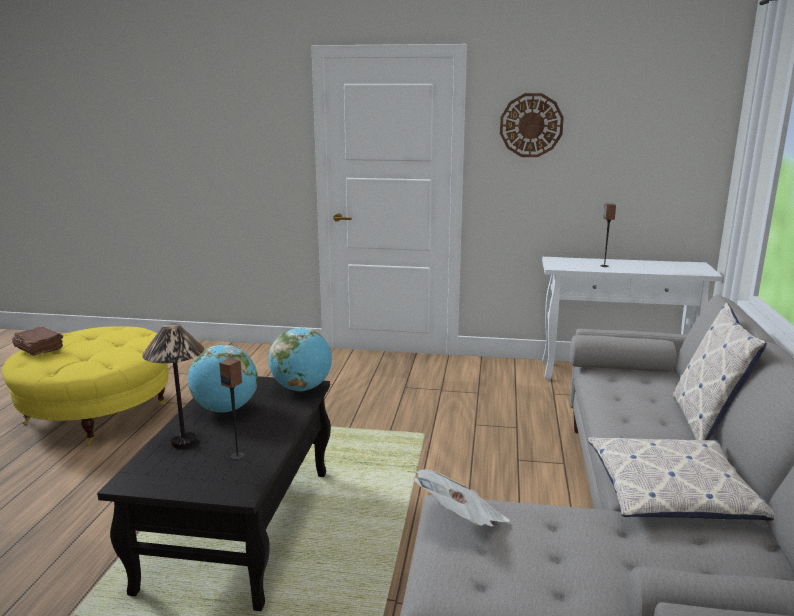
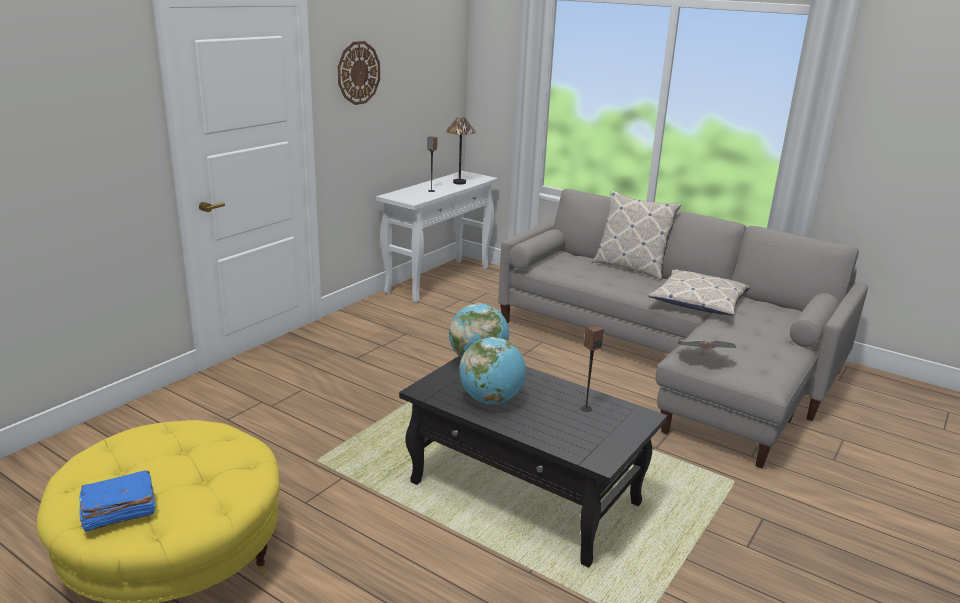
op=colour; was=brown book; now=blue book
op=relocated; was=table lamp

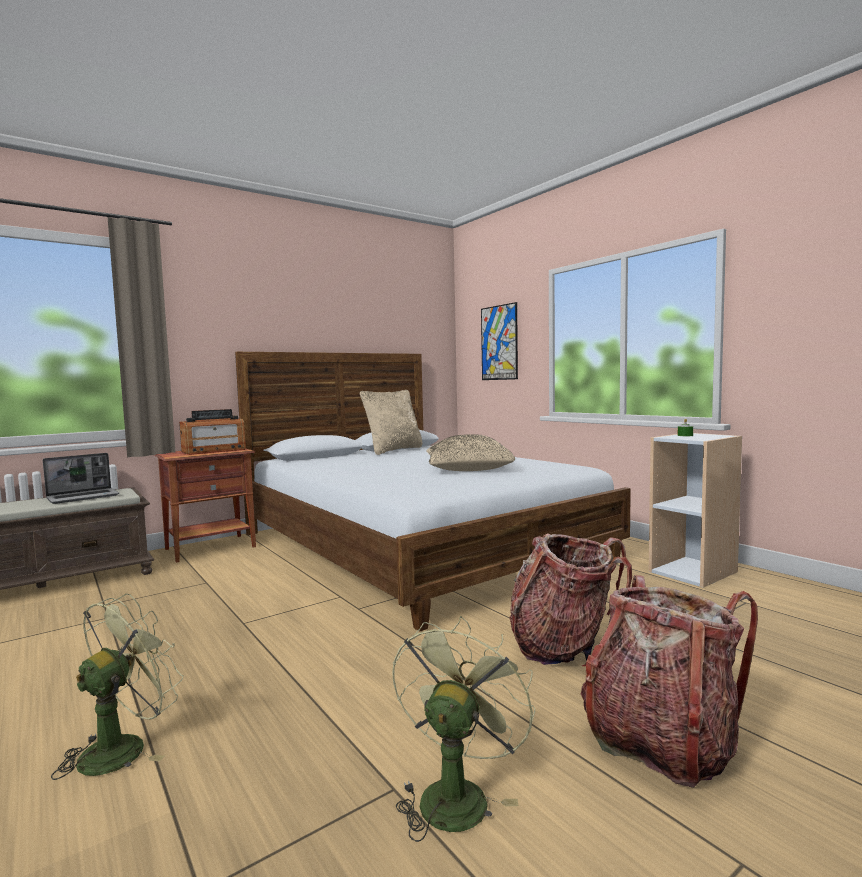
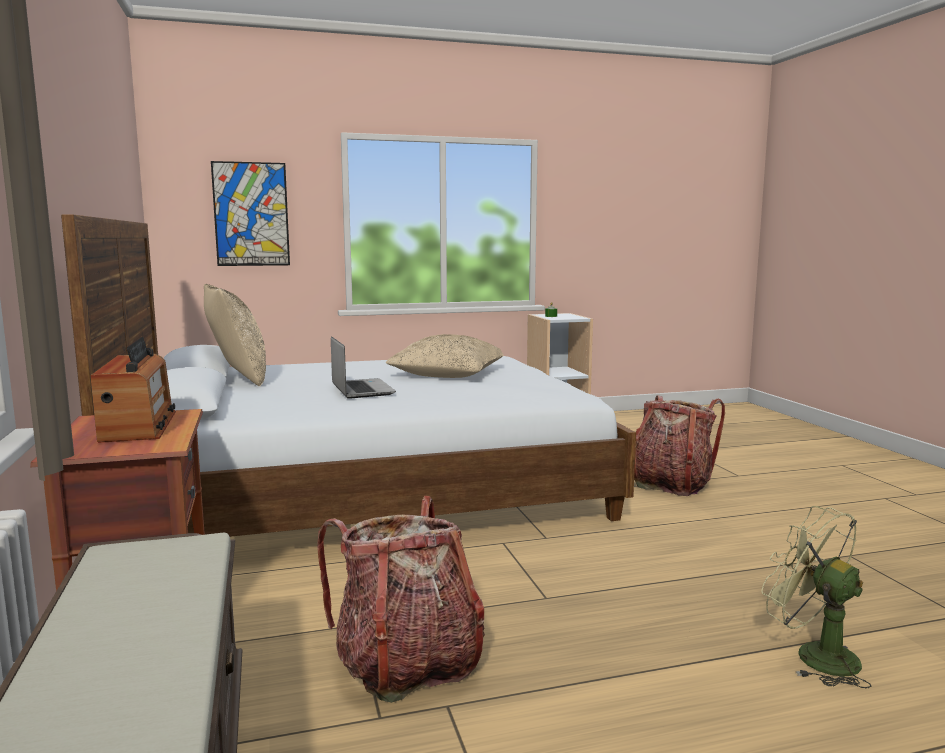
op=relocated; was=laptop
op=missing; was=green fan (no. 2 from left)
op=relocated; was=backpack (no. 2 from left in the first image); now=backpack (no. 1 from left)

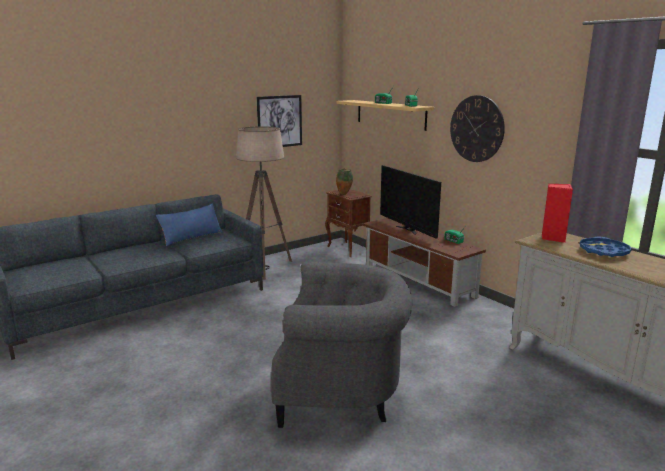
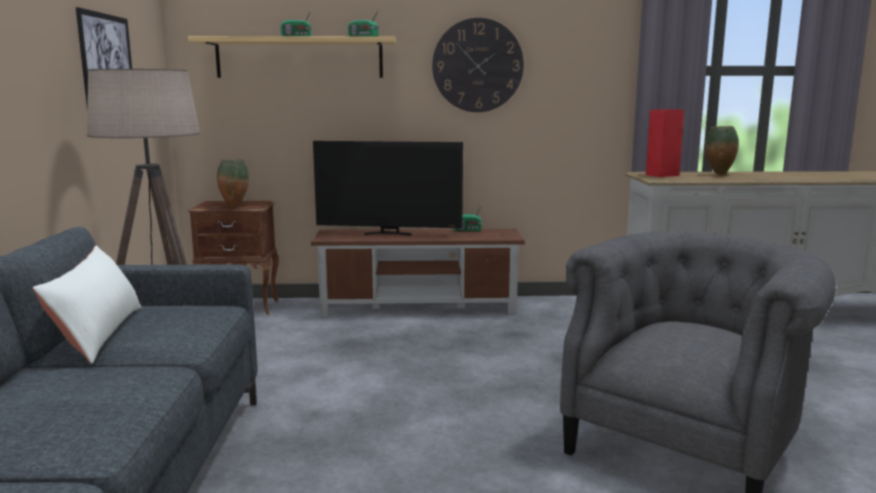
op=colour; was=blue pillow; now=white pillow
op=exchanged; was=blue tray; now=vase (no. 2 from left)

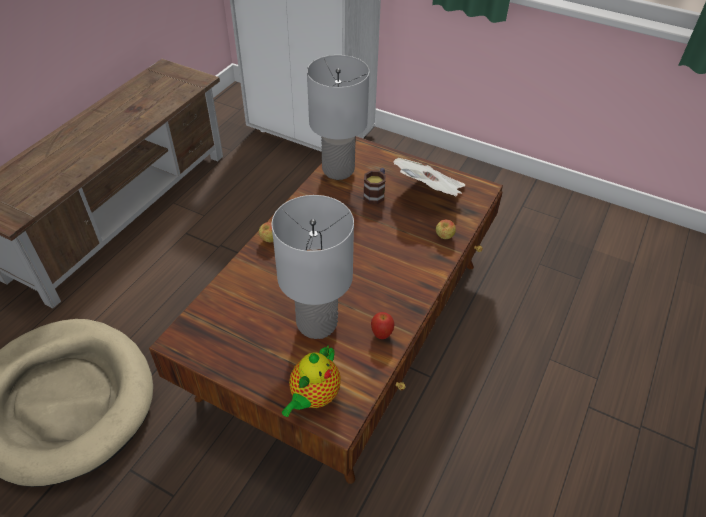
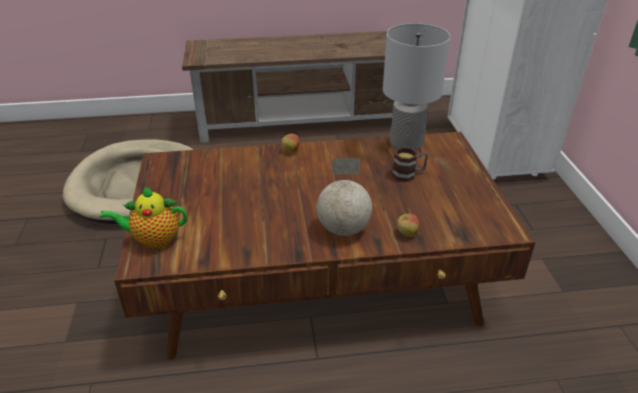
op=missing; was=grey table lamp (no. 1 from left)
op=missing; was=apple (no. 2 from left)
op=missing; was=newspaper
op=appeared; now=globe

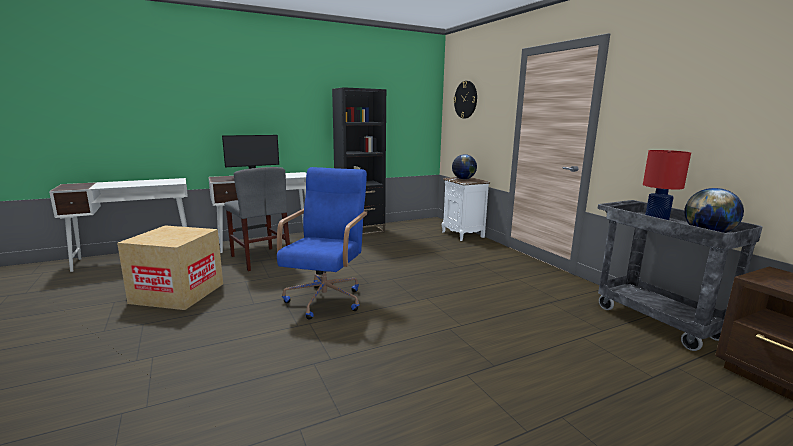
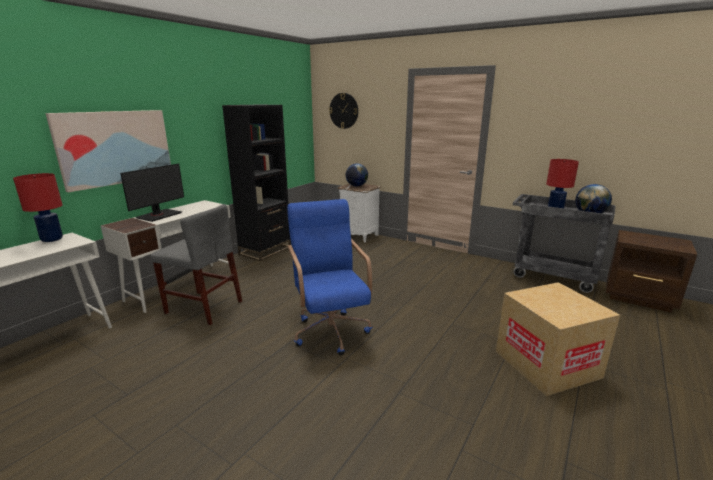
op=relocated; was=cardboard box
op=appeared; now=red table lamp (no. 1 from left)
op=appeared; now=picture

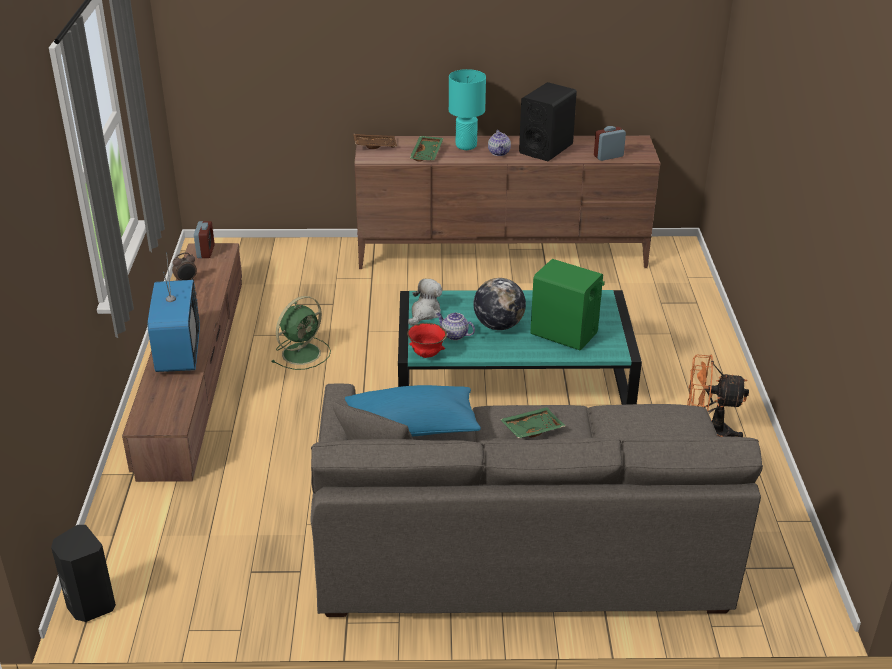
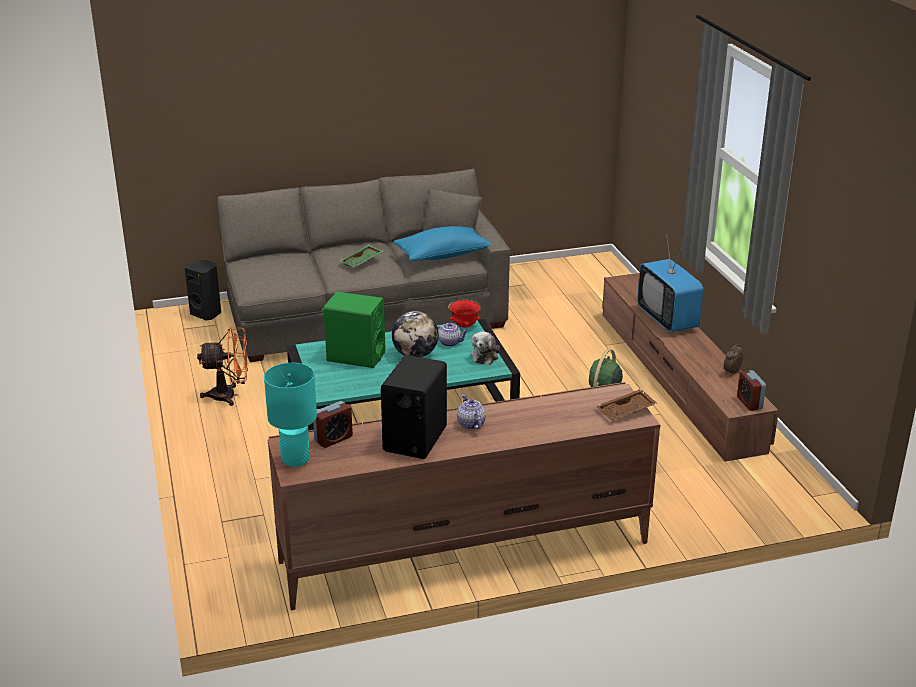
op=relocated; was=black speaker (no. 1 from left)
op=missing; was=green tray (no. 1 from left)
op=relocated; was=turquoise table lamp

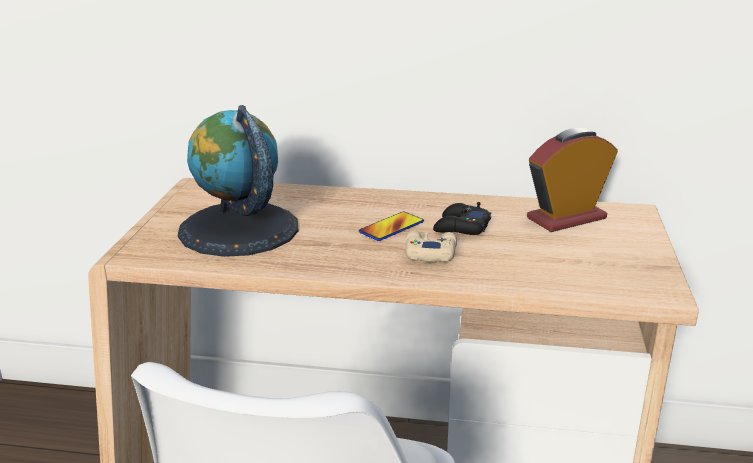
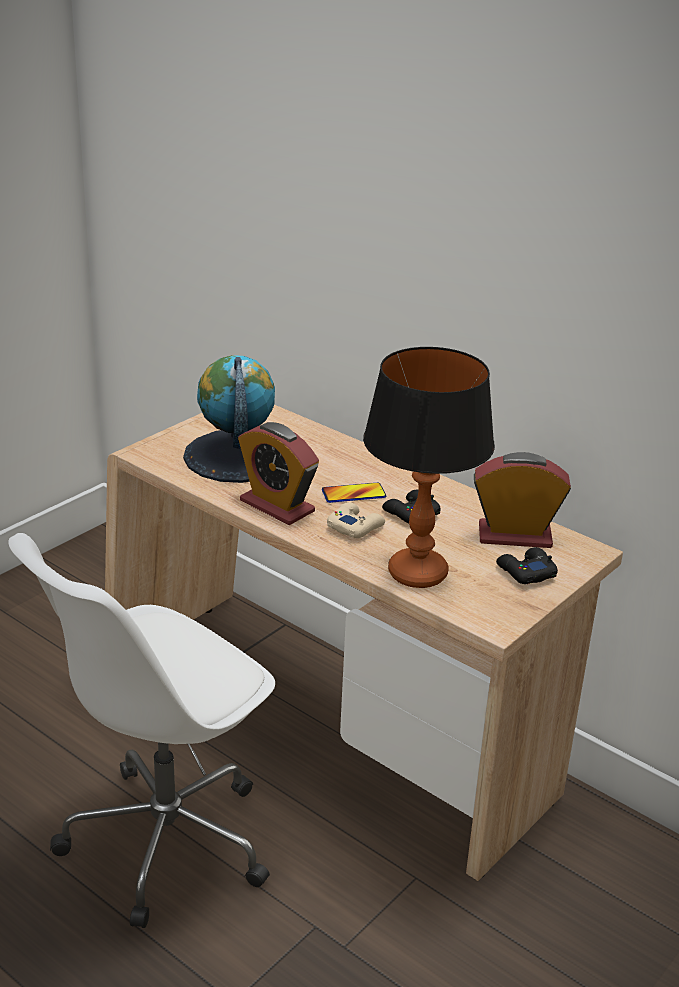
op=appeared; now=alarm clock (no. 1 from left)
op=appeared; now=table lamp
op=appeared; now=black game controller (no. 2 from left)

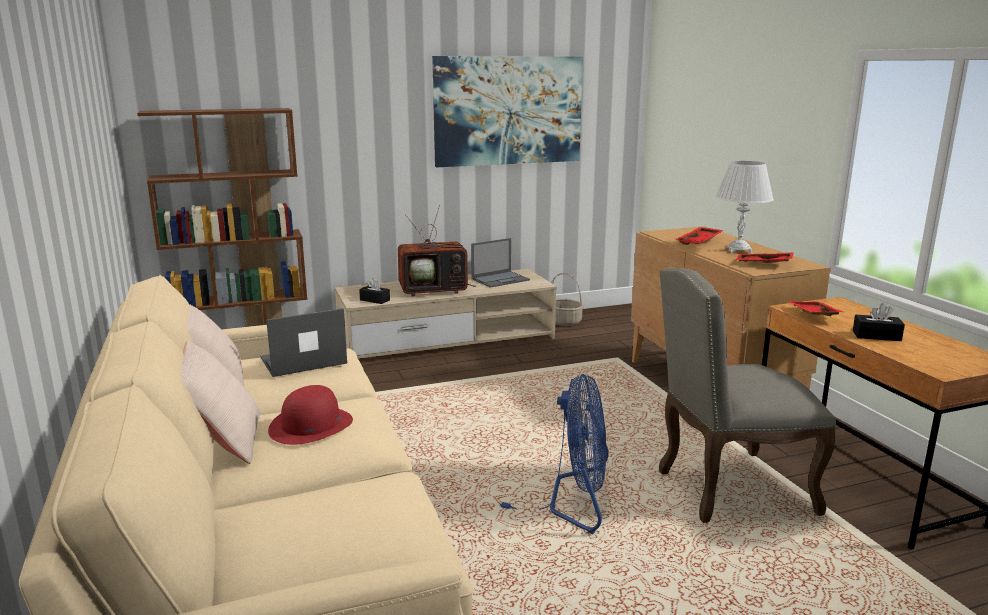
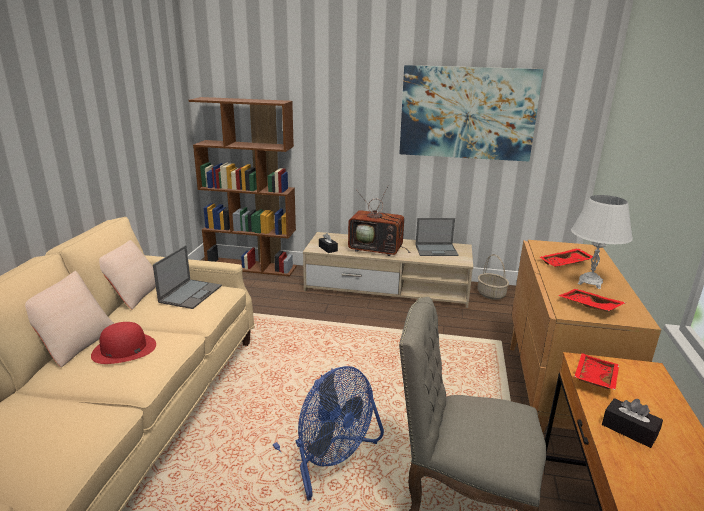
op=spun; was=laptop (no. 1 from left); clockwise=105

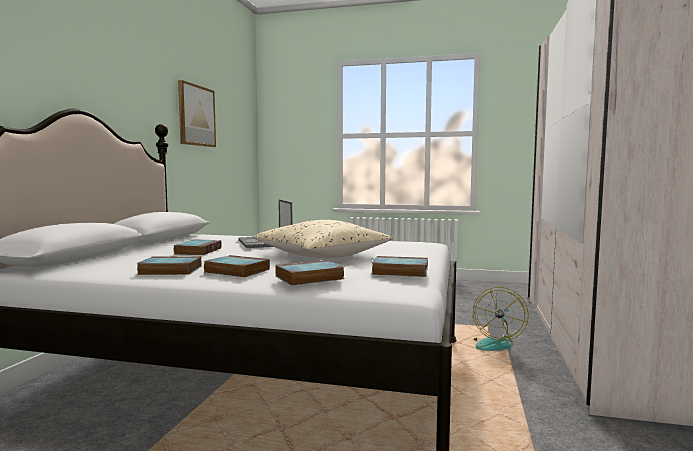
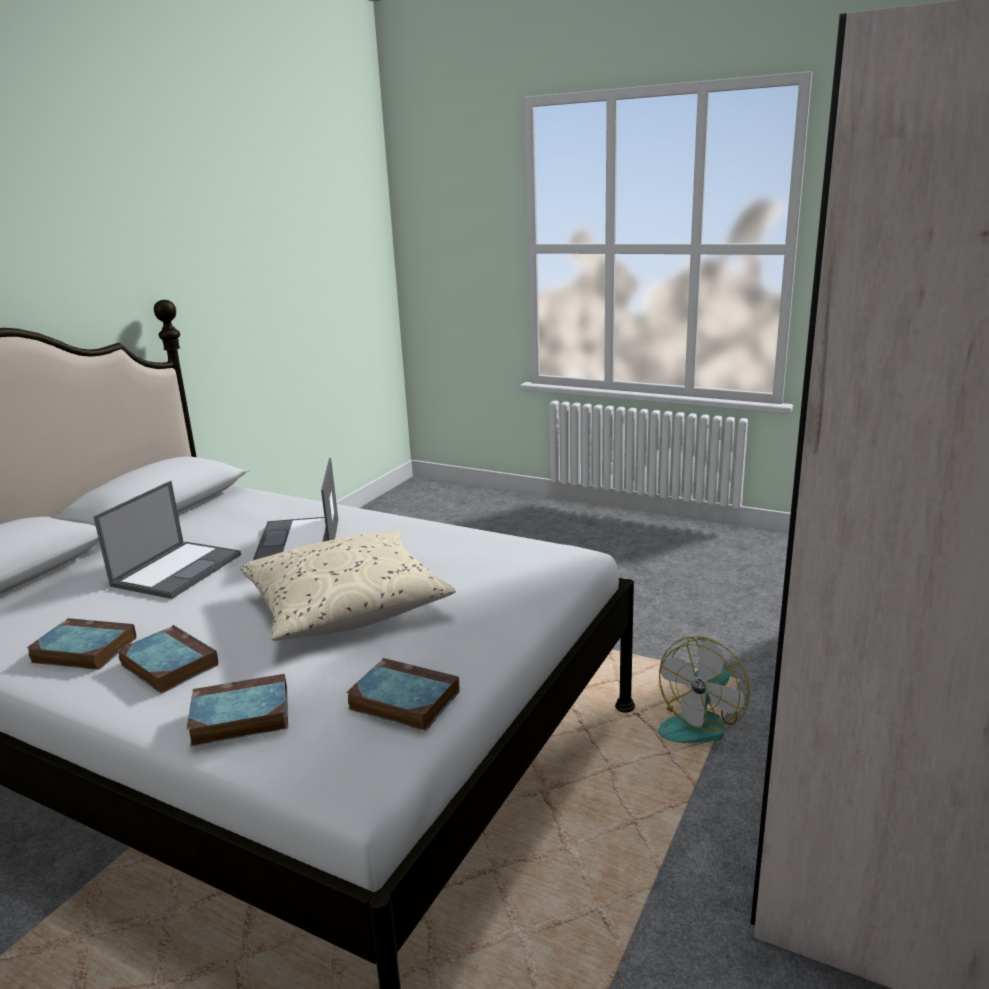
op=exchanged; was=book (no. 2 from left); now=laptop (no. 1 from left)
op=missing; was=picture

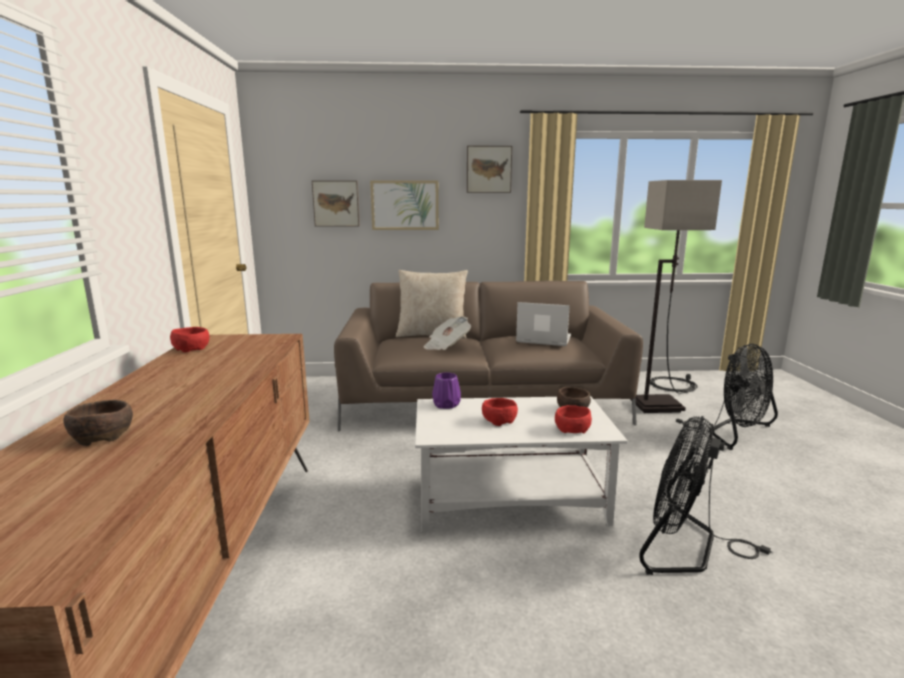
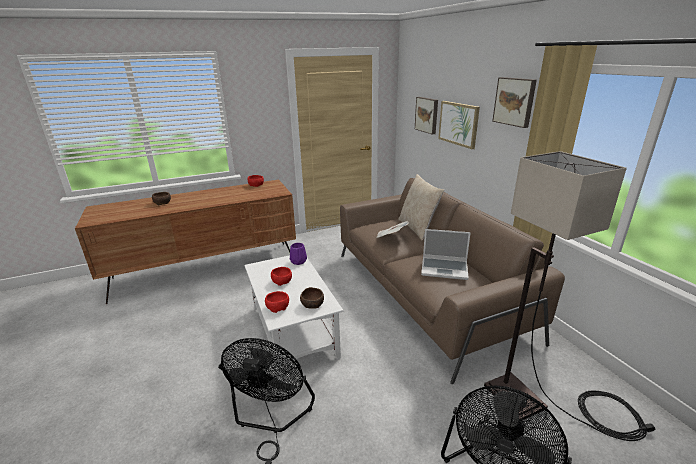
op=spun; was=laptop; clockwise=105

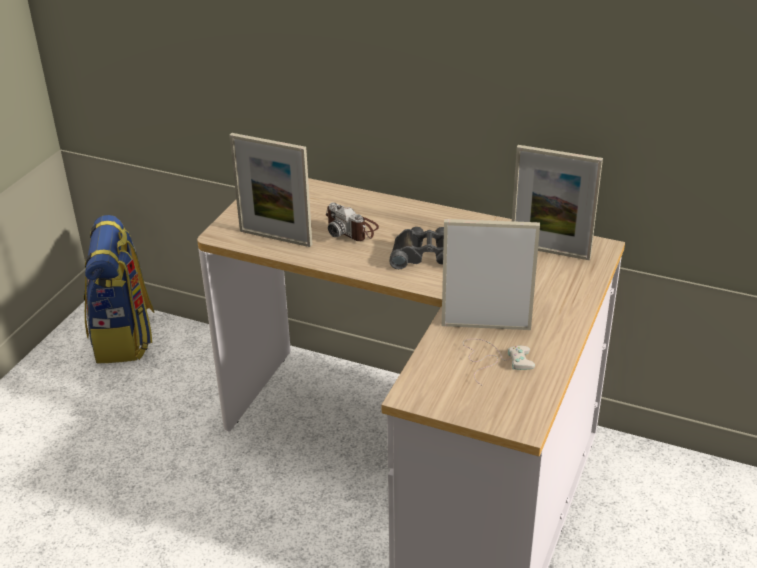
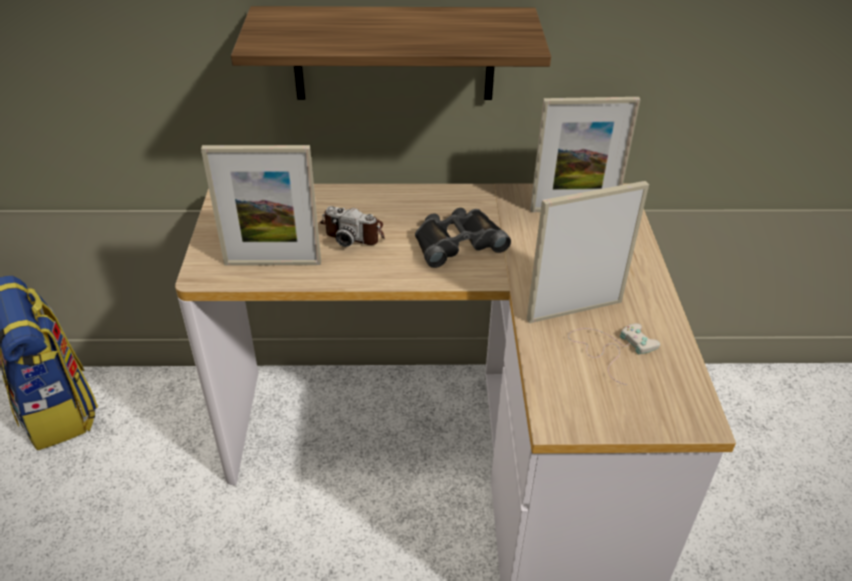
op=appeared; now=shelf

